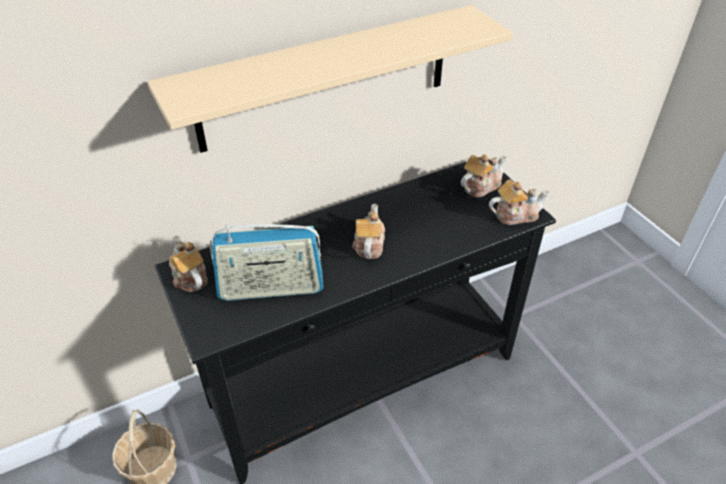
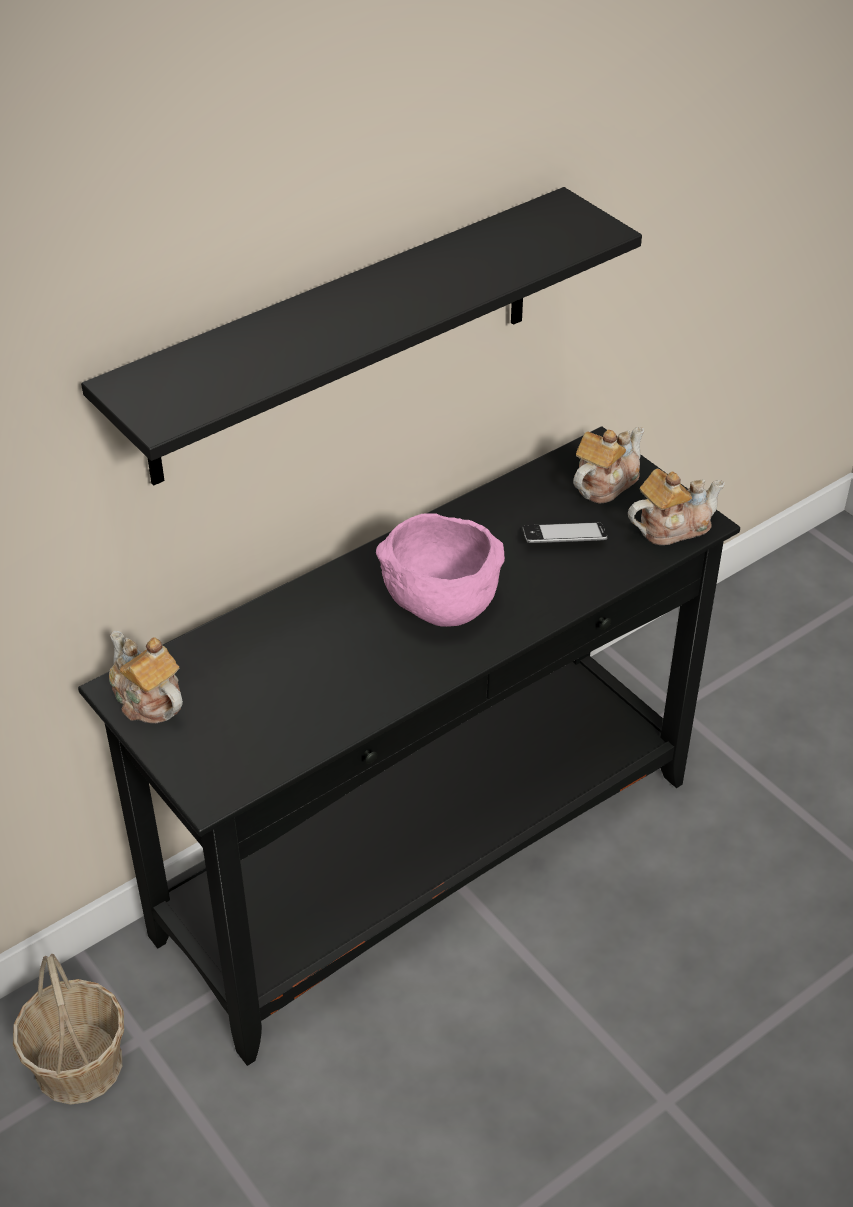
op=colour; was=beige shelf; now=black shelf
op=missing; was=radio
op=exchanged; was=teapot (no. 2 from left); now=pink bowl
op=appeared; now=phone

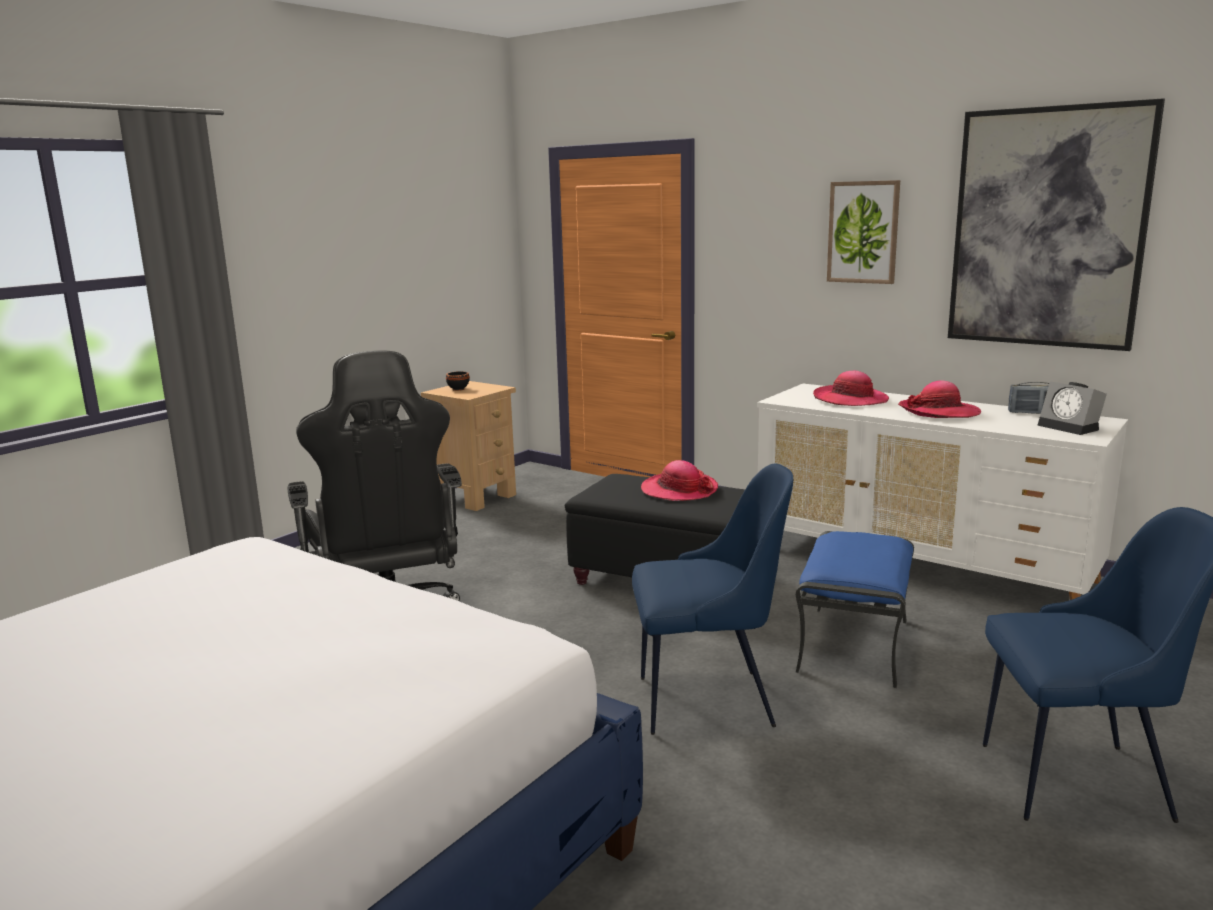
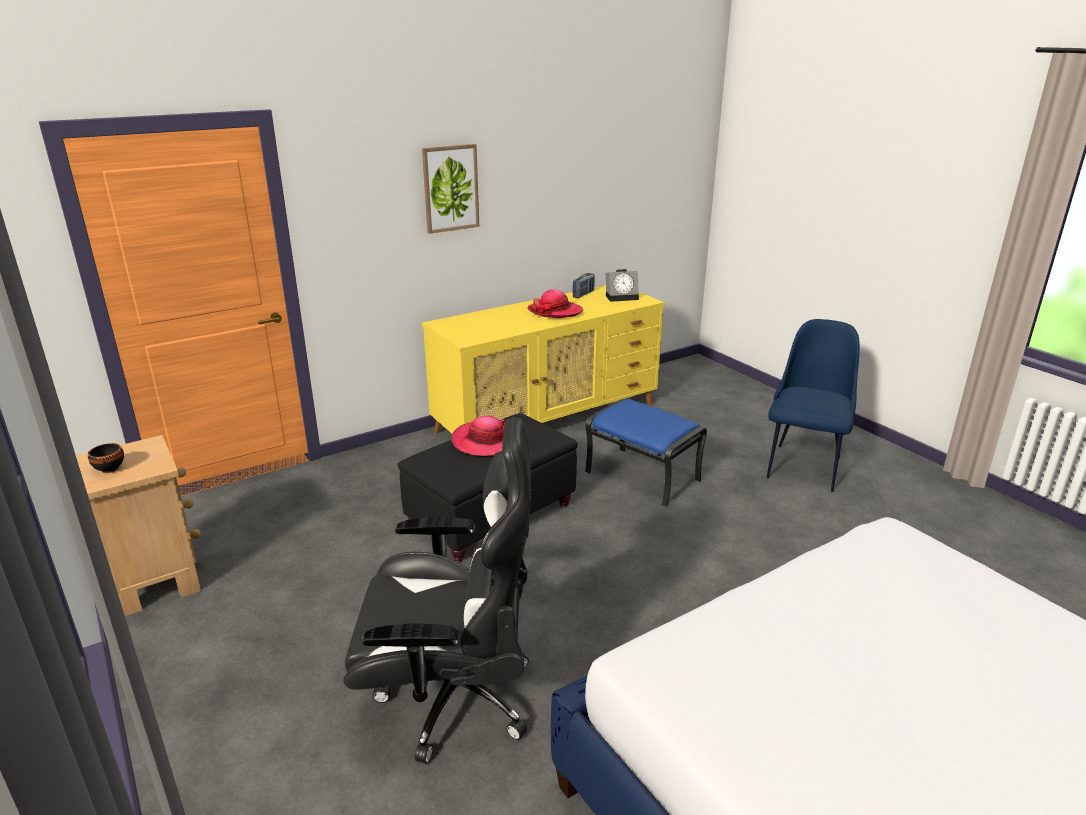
op=missing; was=blue chair (no. 1 from left)
op=colour; was=white dresser; now=yellow dresser
op=missing; was=hat (no. 2 from left)
op=missing; was=picture (no. 2 from left)

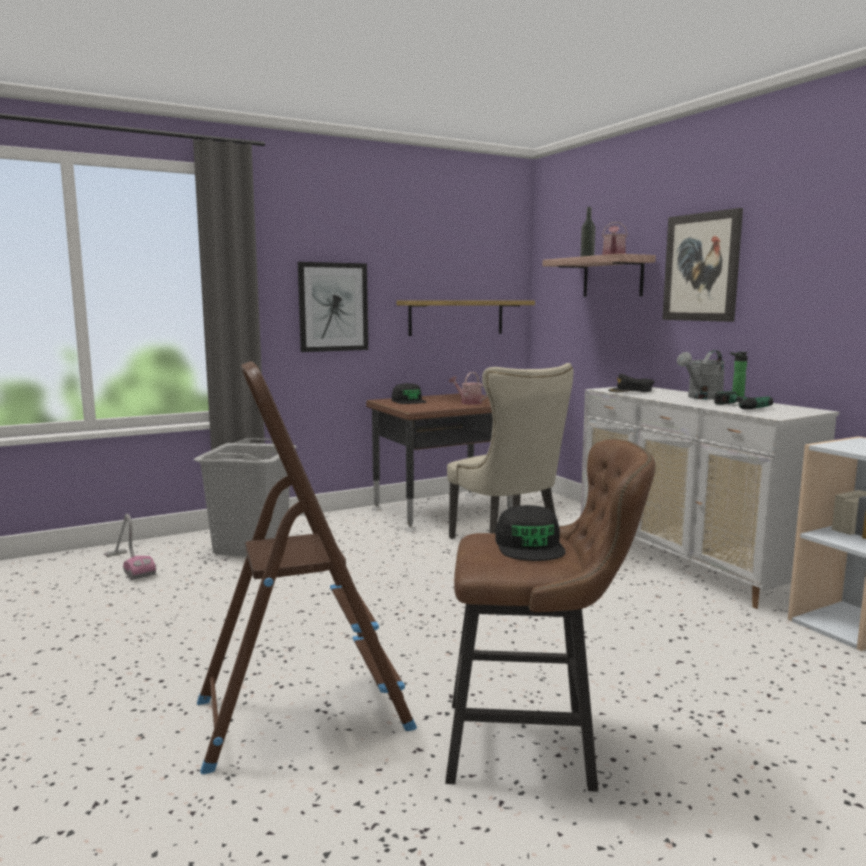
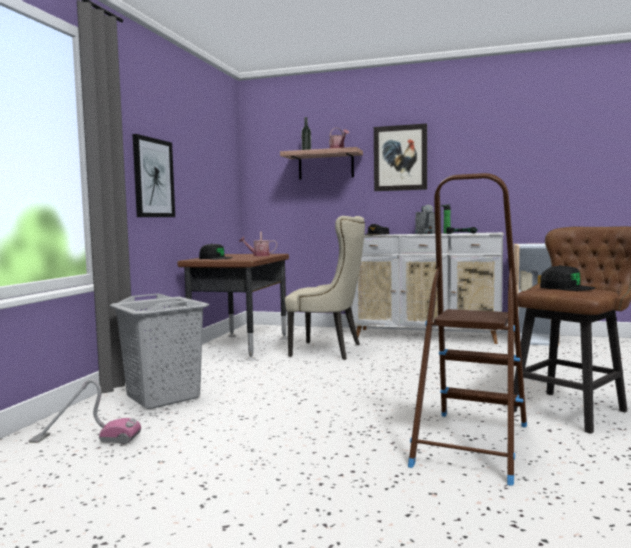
op=missing; was=shelf (no. 1 from left)

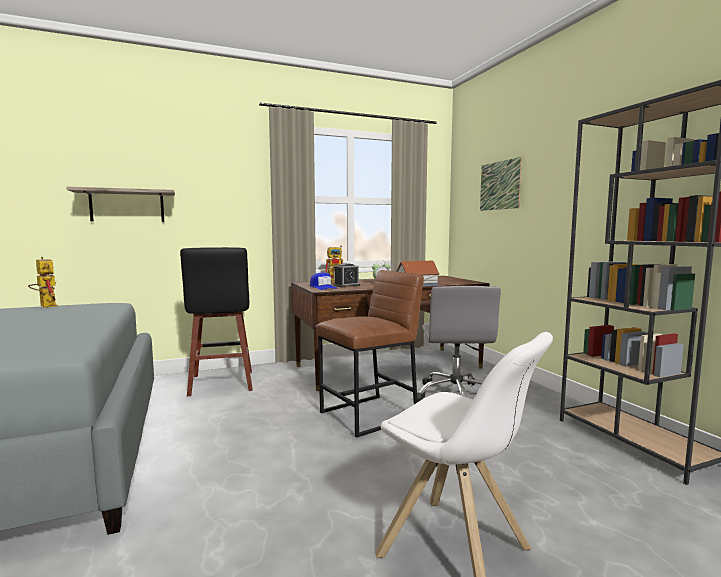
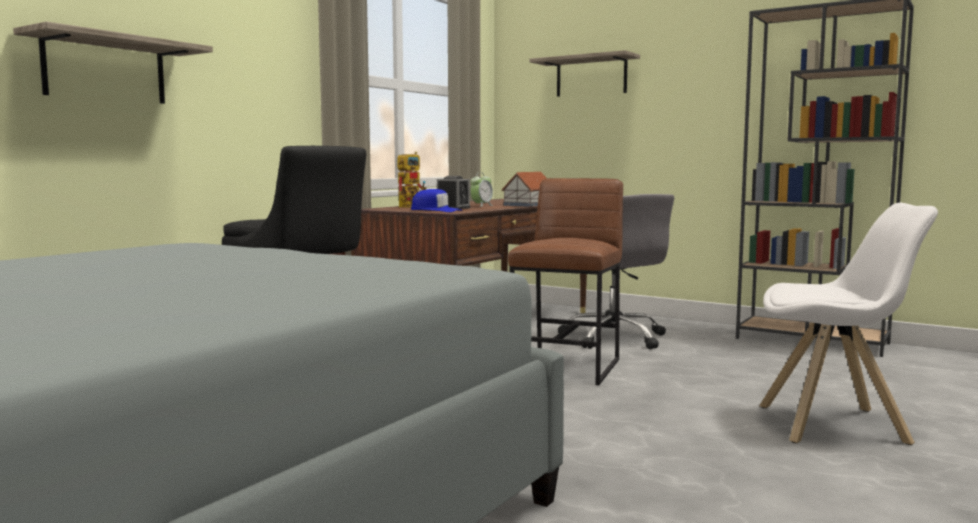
op=missing; was=toy robot (no. 1 from left)
op=exchanged; was=picture; now=shelf (no. 2 from left)

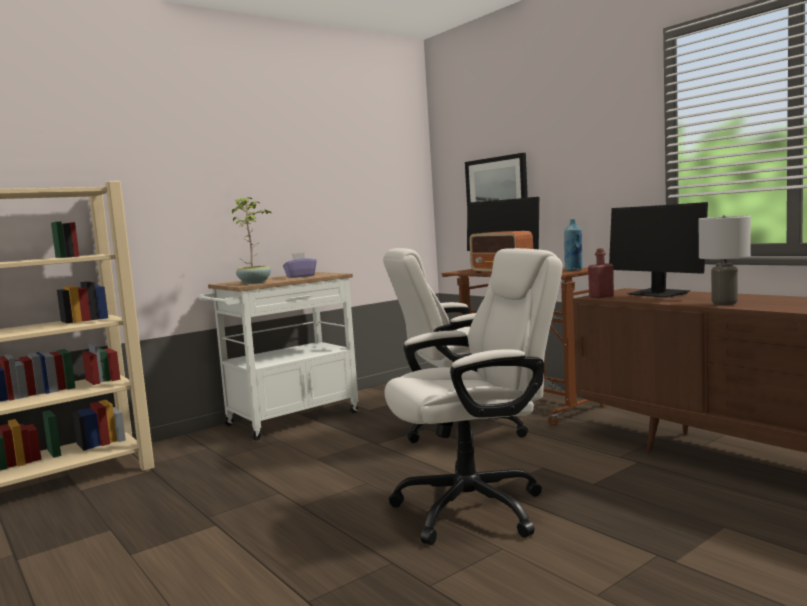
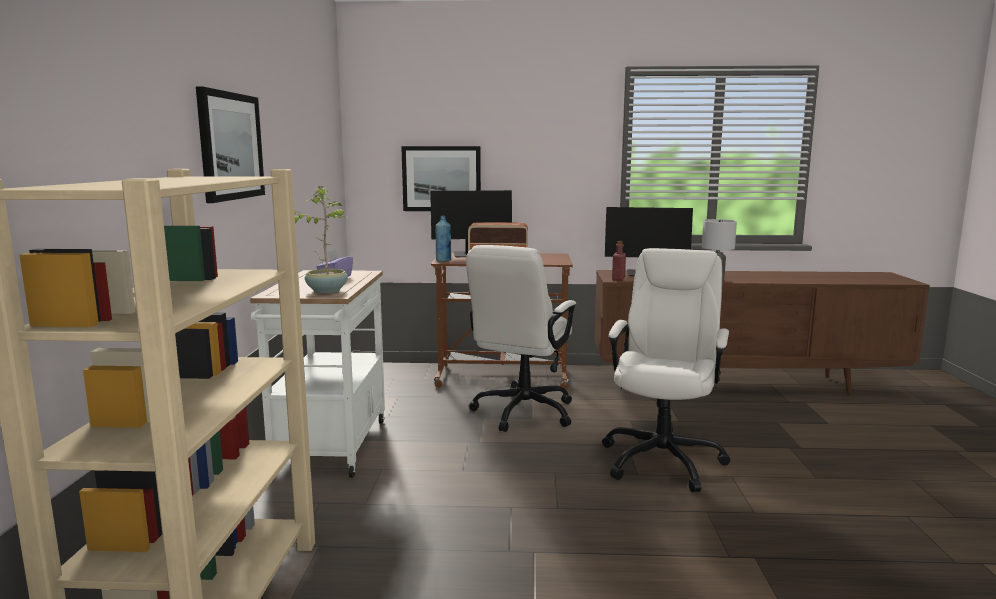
op=relocated; was=blue bottle
op=appeared; now=picture (no. 1 from left)

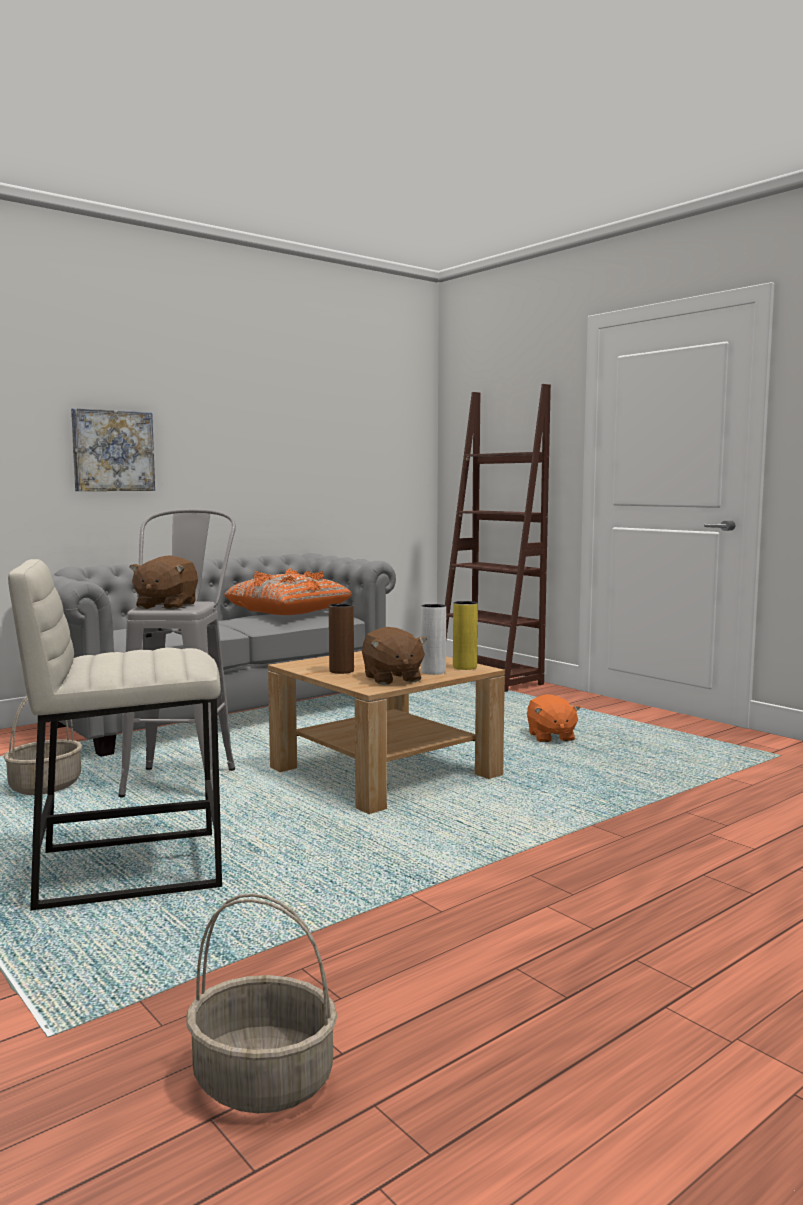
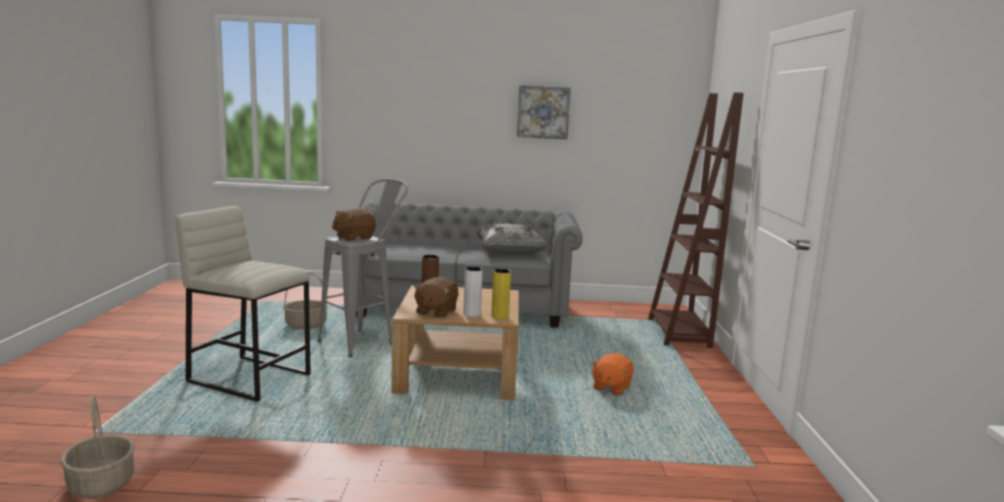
op=relocated; was=picture
op=colour; was=orange pillow; now=grey pillow

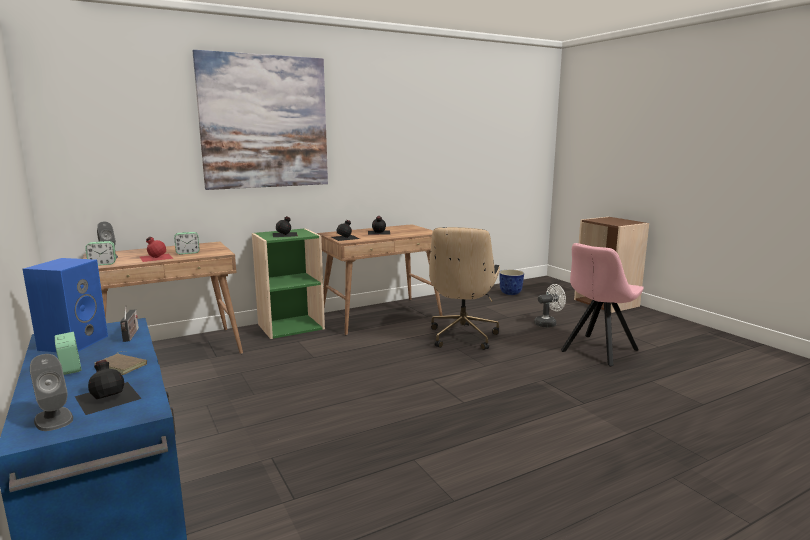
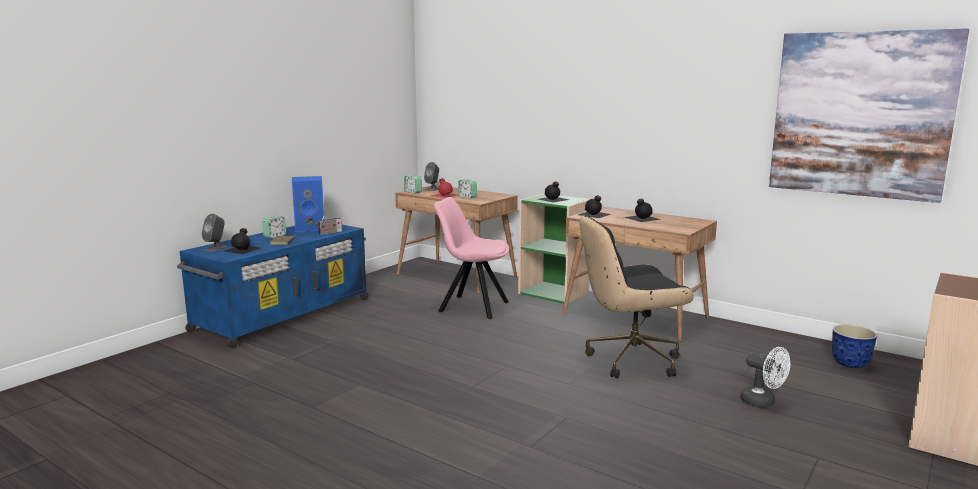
op=relocated; was=picture
op=relocated; was=pink chair

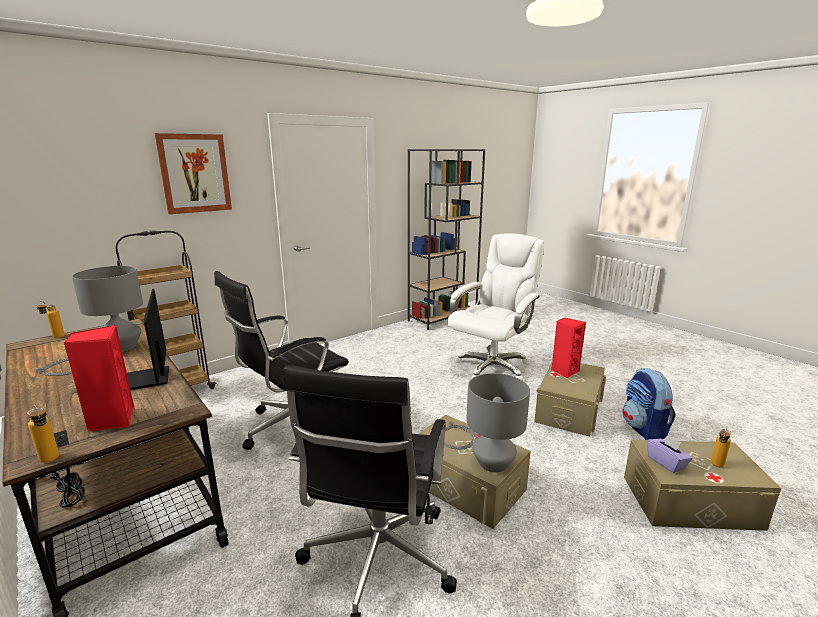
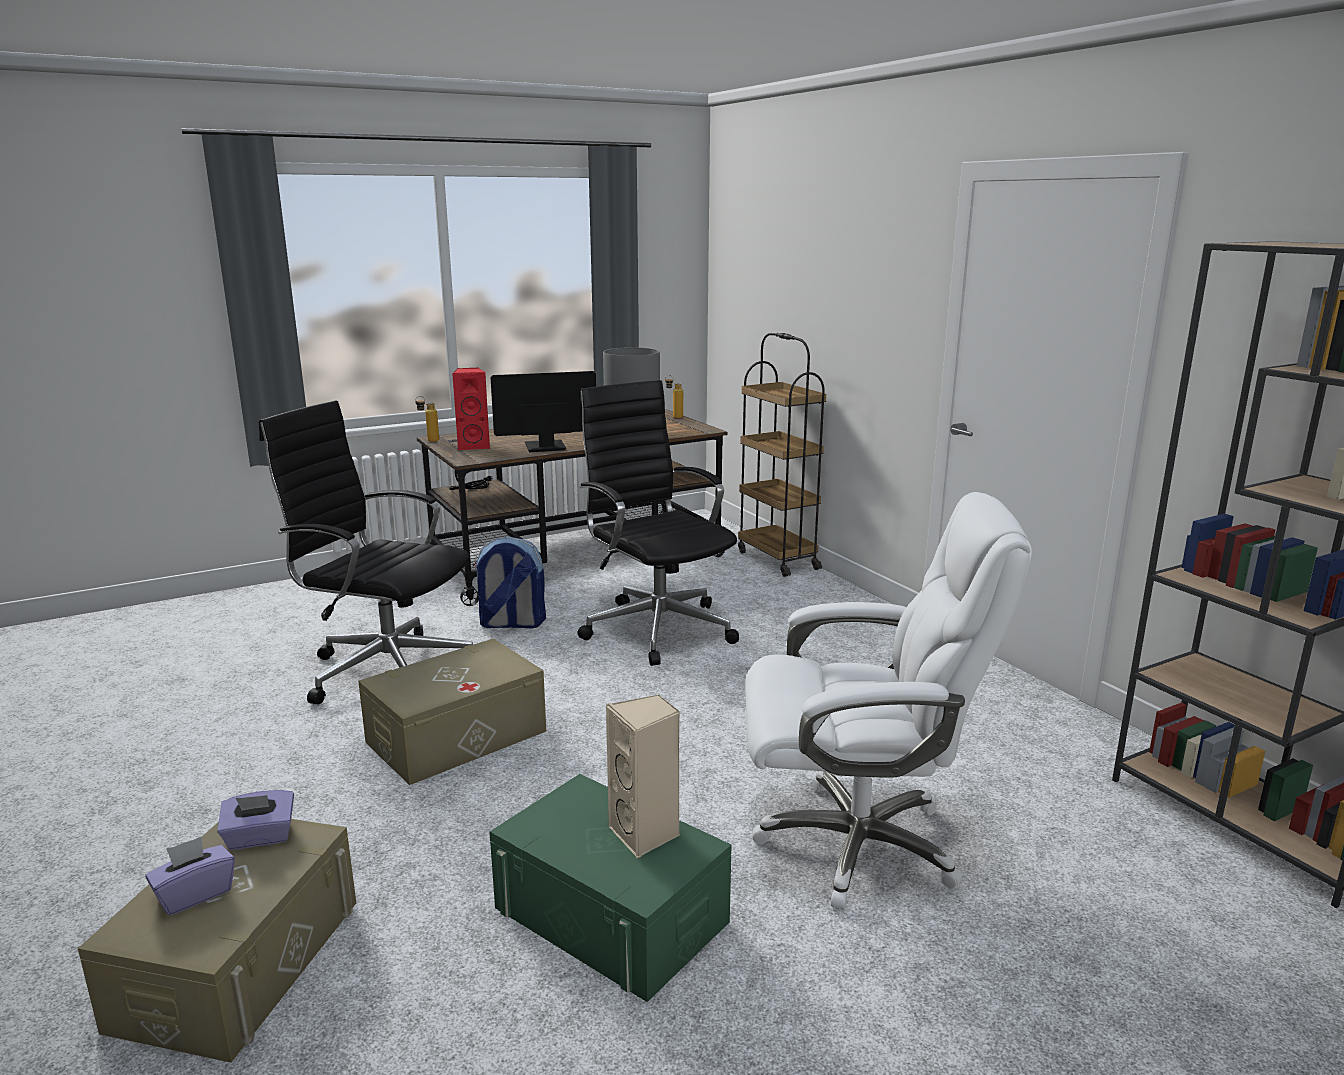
op=missing; was=picture
op=missing; was=grey table lamp (no. 2 from left)
op=spun; was=white office chair; clockwise=-45
op=colour; was=beige storage box (no. 2 from left); now=green storage box
op=colour; was=red speaker (no. 2 from left); now=beige speaker
op=relocated; was=backpack
op=exchanged; was=bottle (no. 3 from left); now=purple tissue box (no. 1 from left)

